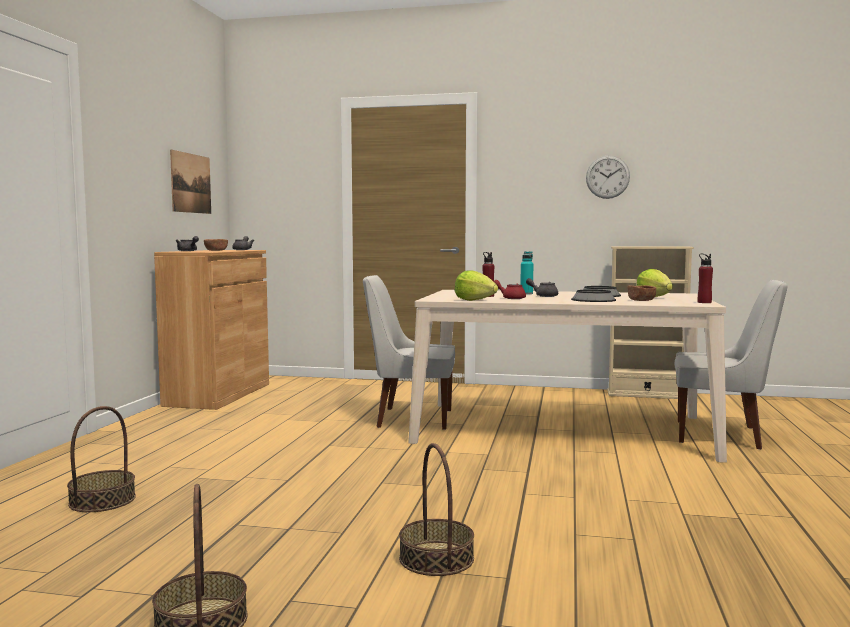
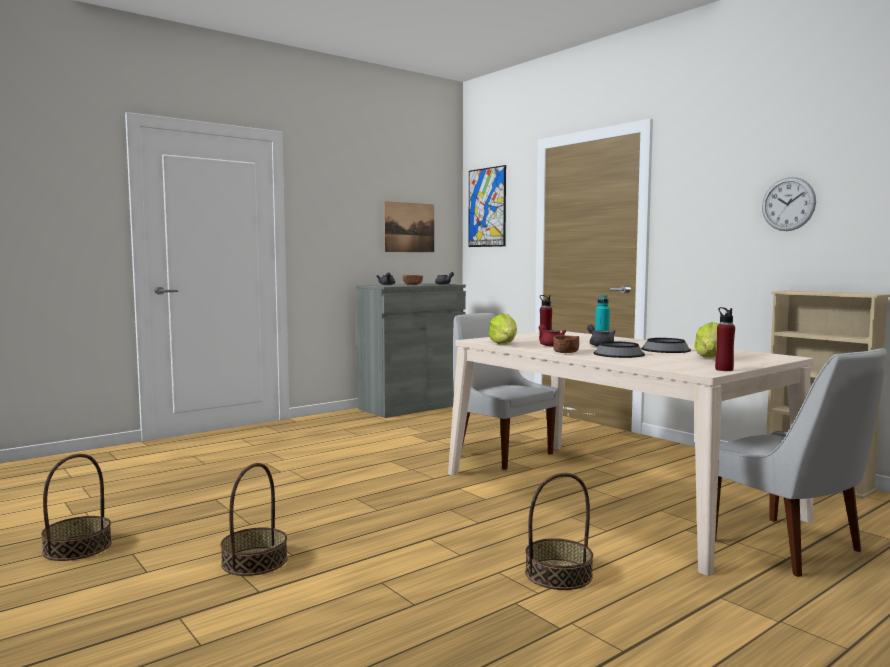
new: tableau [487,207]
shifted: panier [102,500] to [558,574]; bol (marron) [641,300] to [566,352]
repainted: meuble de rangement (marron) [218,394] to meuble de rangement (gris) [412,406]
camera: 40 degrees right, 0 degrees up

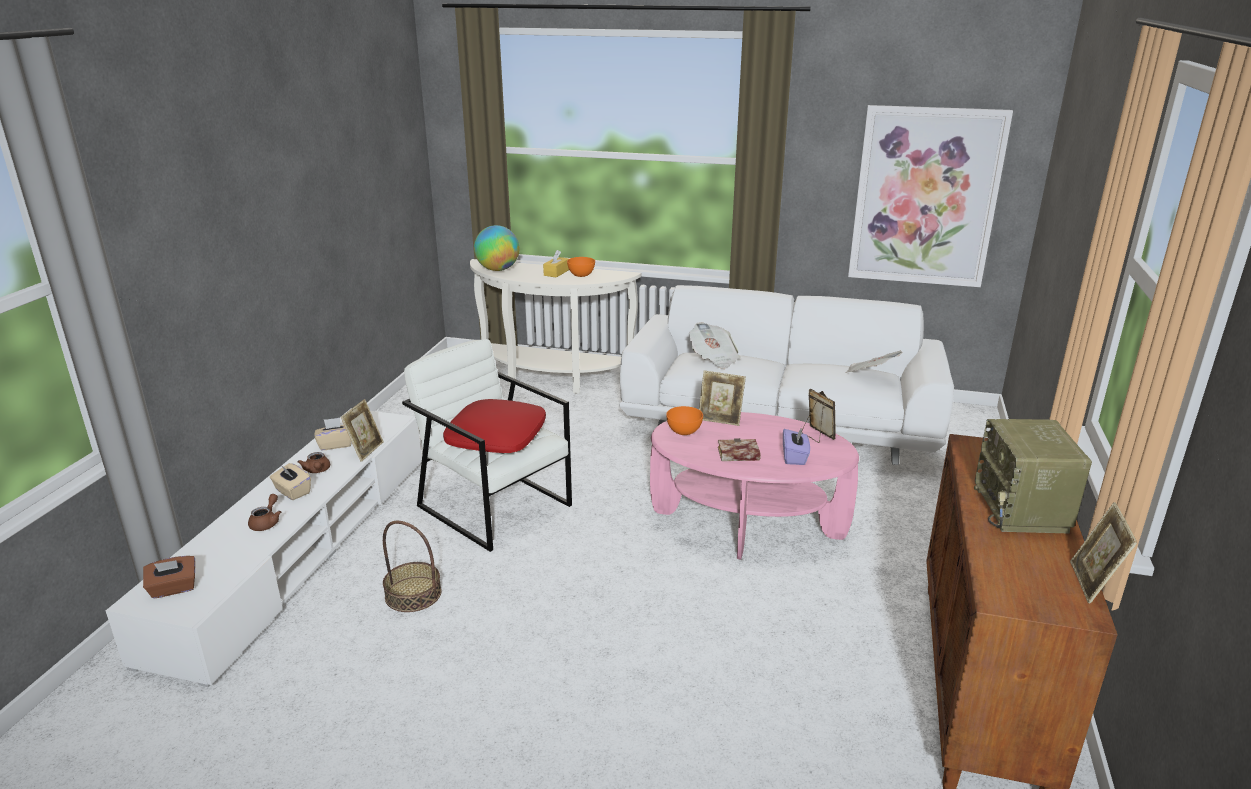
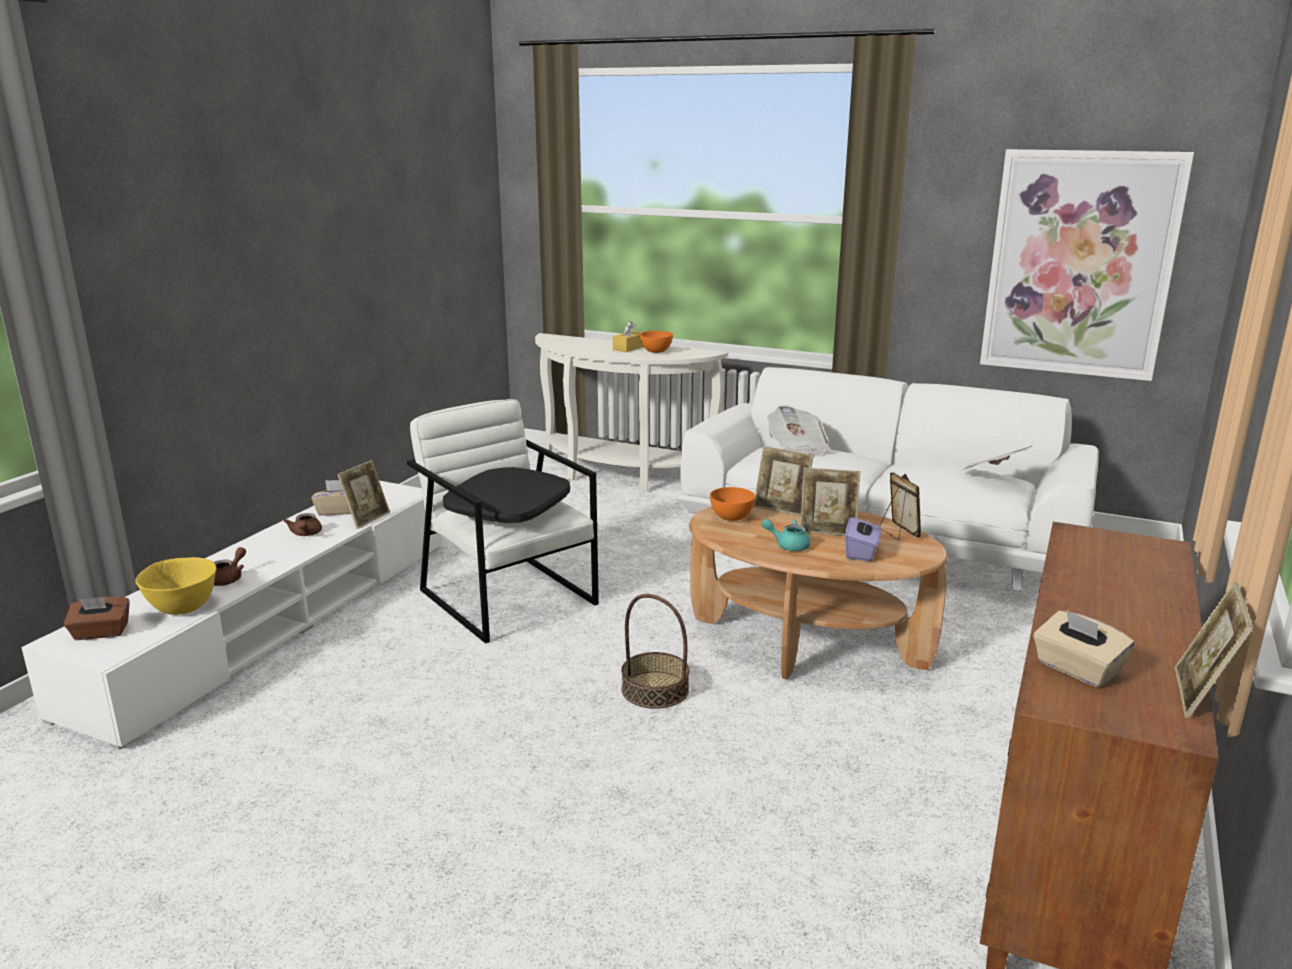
gone: globe [498,269]; radio [1022,510]
new: bol (jaune) [182,607]; cadre photo [828,531]
shifted: boîte à mouchoirs (beige) [292,492] to [1076,669]; panier [413,594] to [655,690]
swapped: livre [736,455] to théière (turquoise) [788,545]
repainted: coussin (rouge) [496,437] to coussin (noir) [508,509]; table basse (rose) [747,525] to table basse (marron) [806,643]
camera: 10 degrees right, 5 degrees down

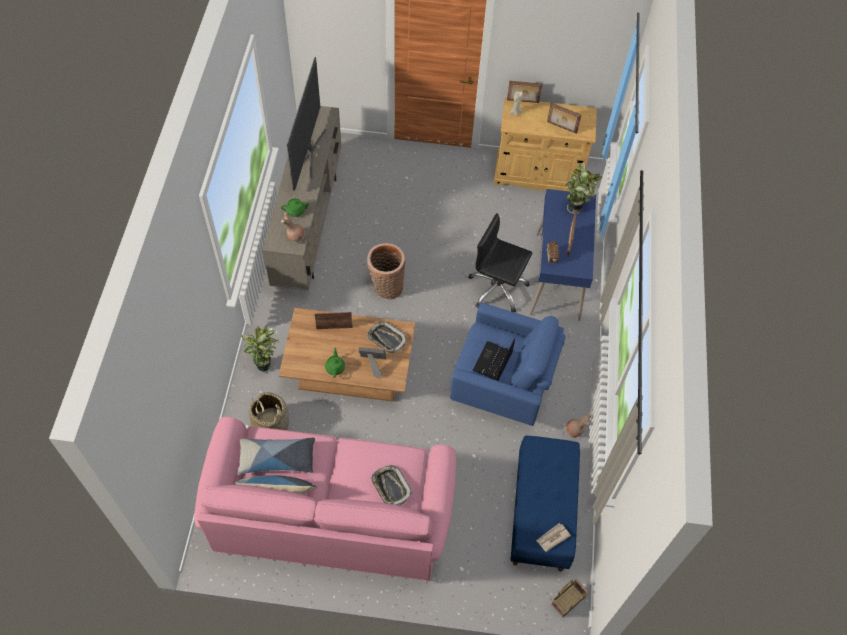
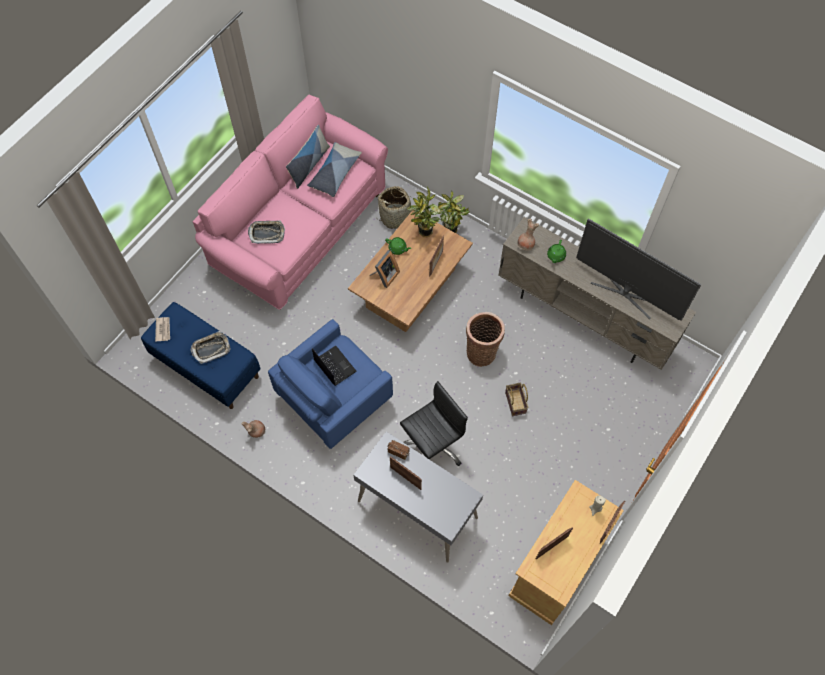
shifted: plateau [386,339] to [211,348]; panier [568,599] to [516,403]; plante en pot [576,208] to [424,233]
repainted: bureau (bleu) [557,276] to bureau (gris) [417,510]
camera: 120 degrees right, 5 degrees up

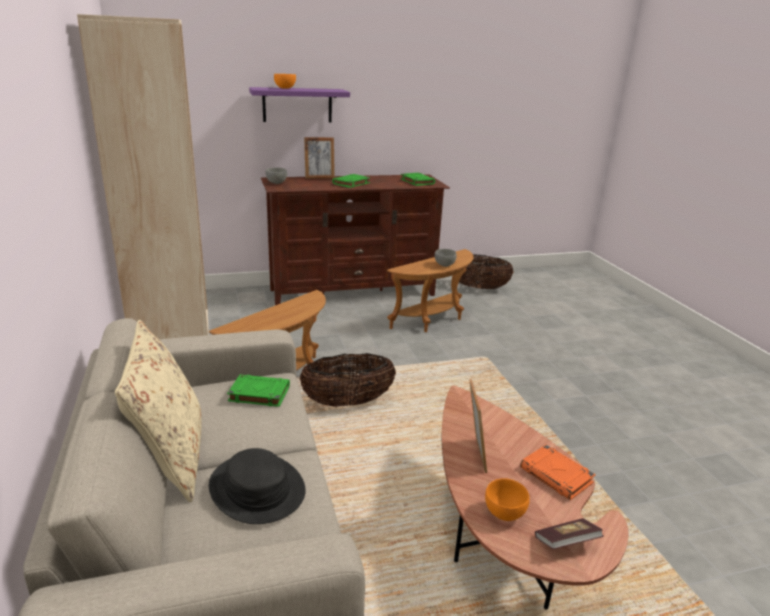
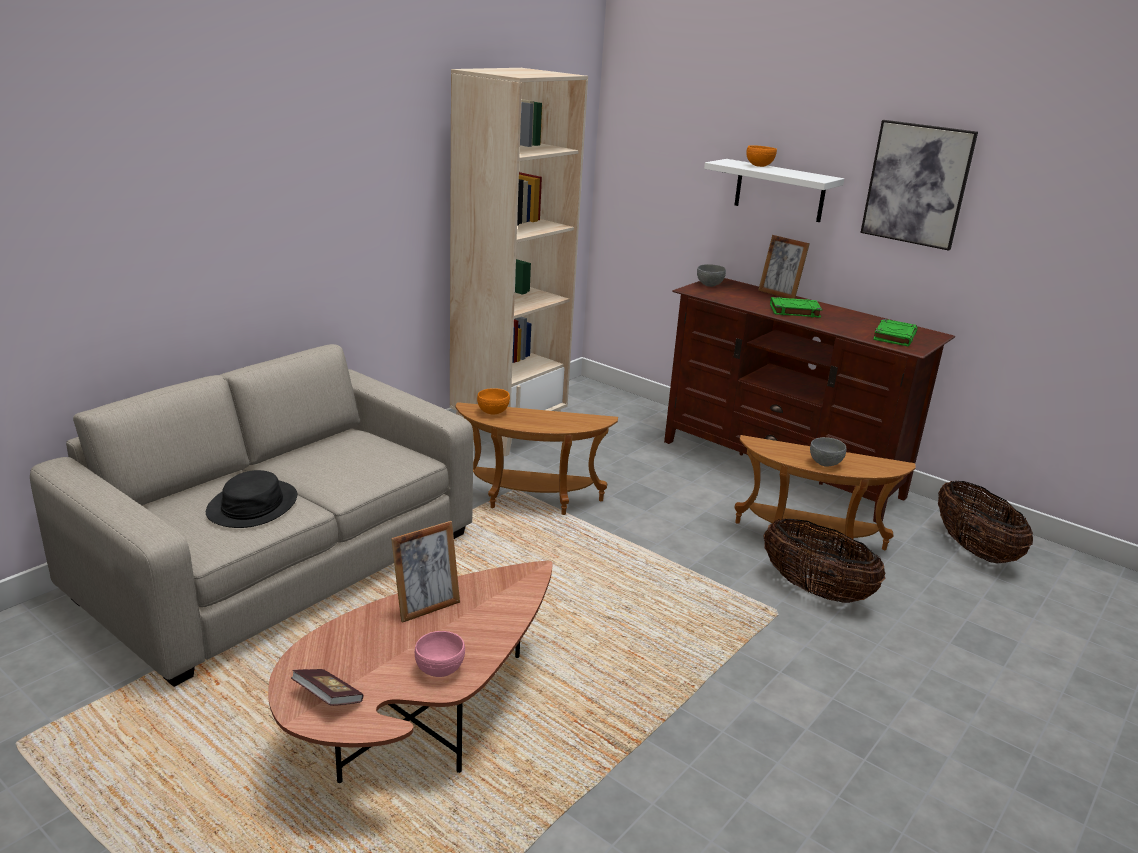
gone: coussin (beige) [171,458]; livre (vert) [258,394]
new: tableau [917,184]
shifted: panier [347,402] to [815,590]; bol (orange) [505,513] to [493,412]
swapped: livre (orange) [557,476] to bol (rose) [440,670]
repainted: étagère (violet) [297,105] to étagère (blanc) [779,191]
camera: 55 degrees right, 0 degrees up

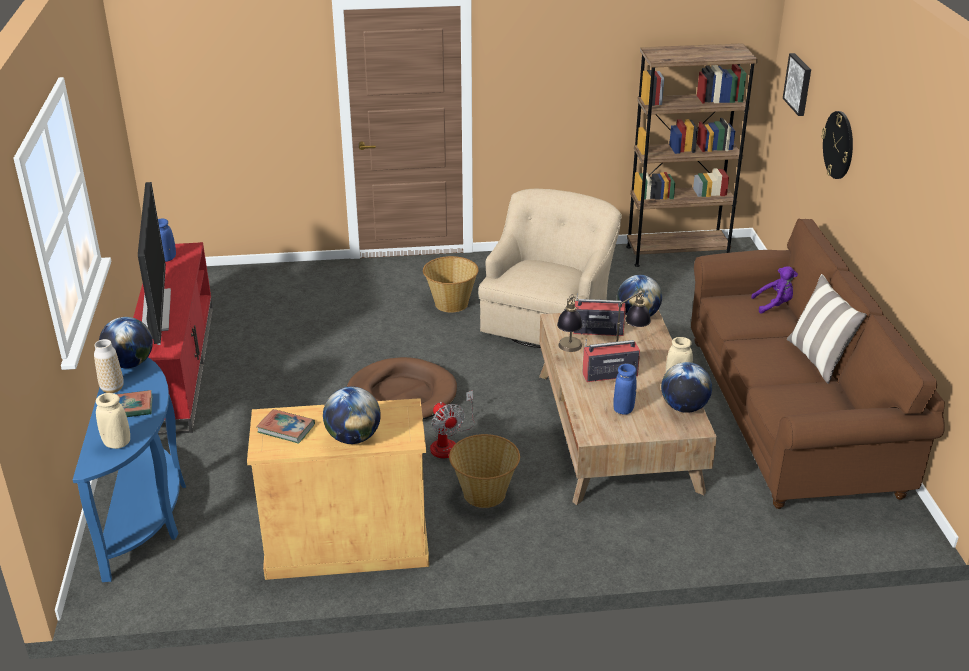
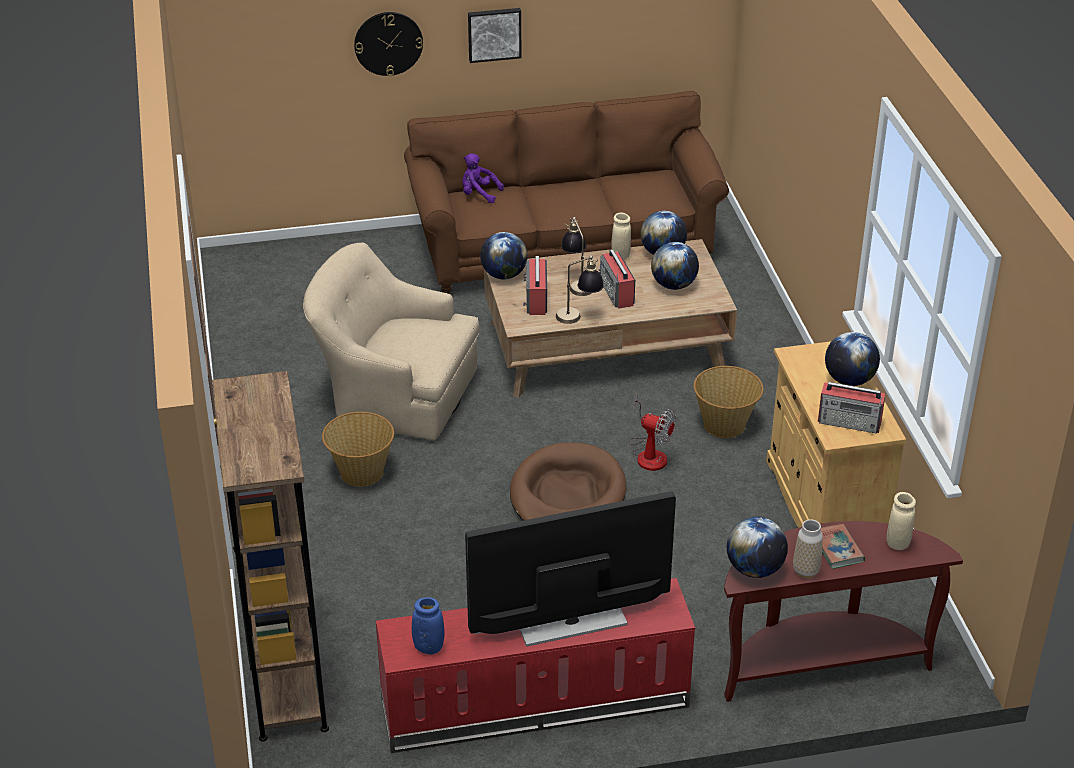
gone: coussin [818,359]
shifted: bibliothèque (marron) [677,253] to [287,679]; tableau [799,84] to [494,34]
swapped: livre [286,429] to radio [850,422]; vase (bleu) [623,409] to globe [673,285]
repainted: table console (bleu) [146,513] to table console (marron) [820,662]
rotated: ventilateur [449,443] = [649,453] 60 degrees clockwise; peluche (violet) [774,305] = [479,194] 60 degrees counterclockwise
camera: 95 degrees left, 5 degrees up

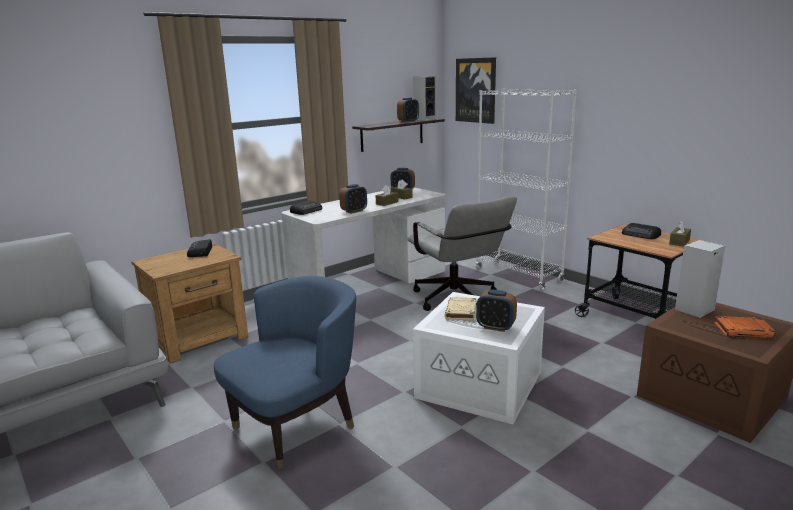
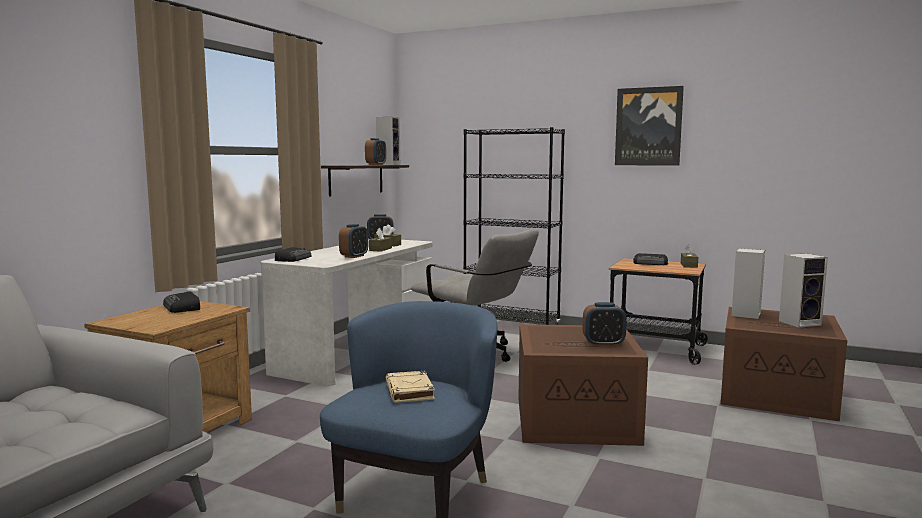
shifted: livre (beige) [461,312] to [410,391]; tableau [476,90] to [648,126]
swapped: livre (orange) [743,330] to enceinte [800,323]
repainted: boîte de rangement (blanc) [481,384] to boîte de rangement (marron) [577,419]; bibliothèque (blanc) [518,276] to bibliothèque (noir) [511,328]
camera: 25 degrees left, 10 degrees down

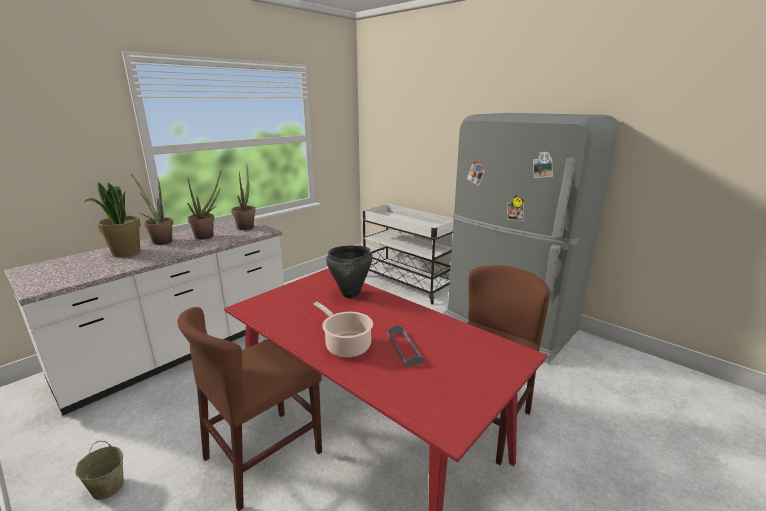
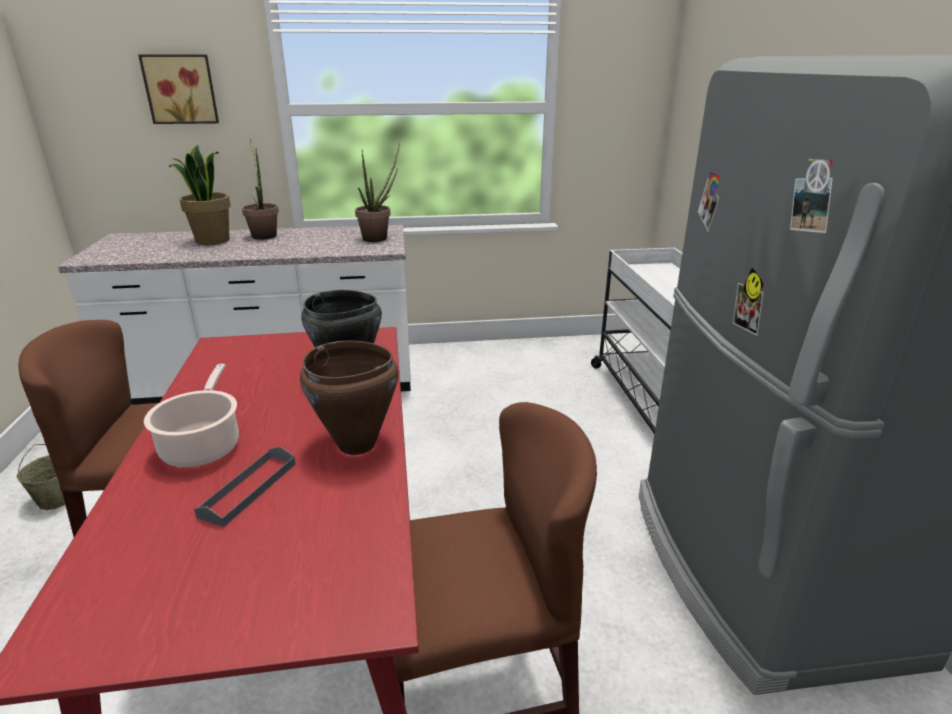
gone: plante en pot [208,235]
new: tableau [181,89]; marmite (marron) [356,445]
camera: 40 degrees right, 5 degrees up

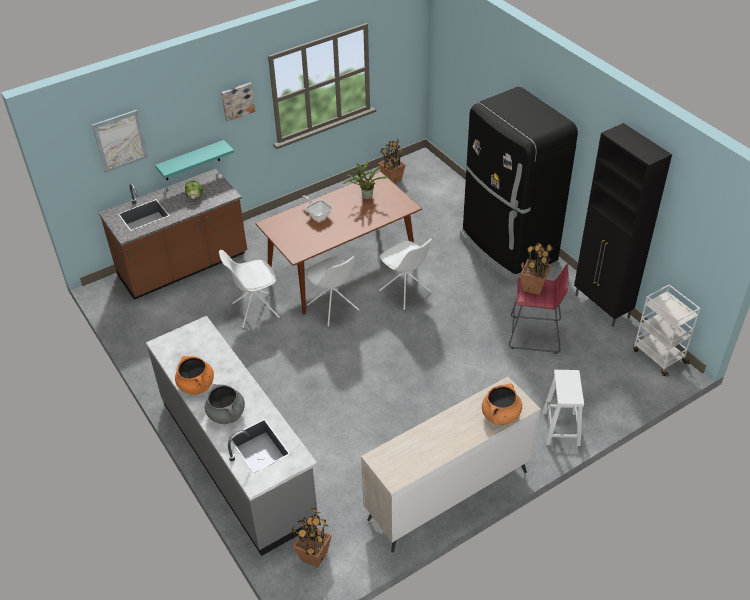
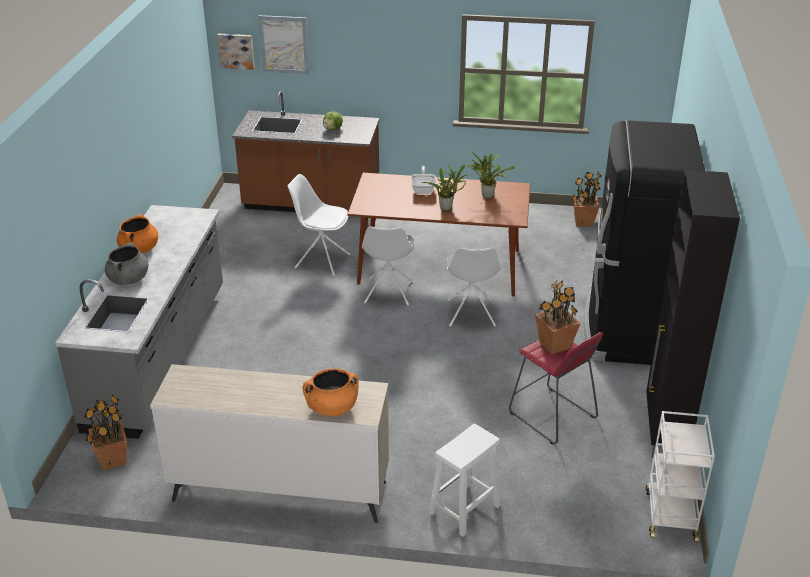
gone: étagère (turquoise) [191,161]
new: plante en pot [447,208]
shifted: tableau [237,101] to [236,50]
camera: 40 degrees right, 10 degrees down

